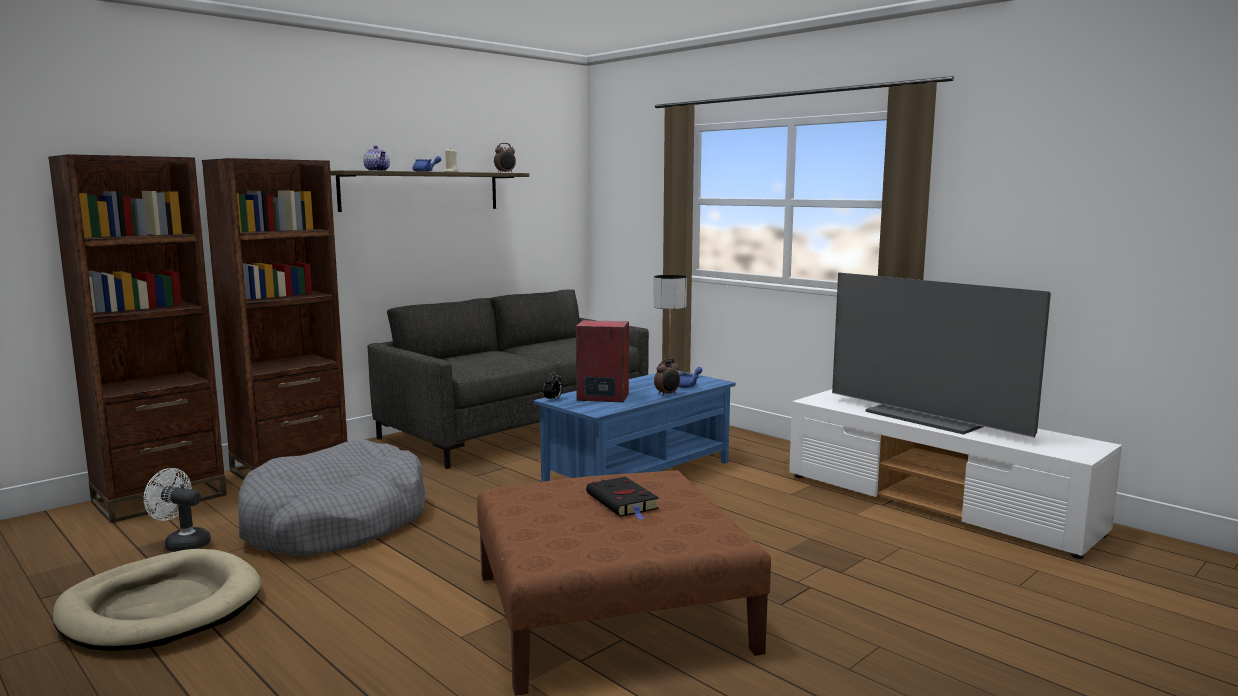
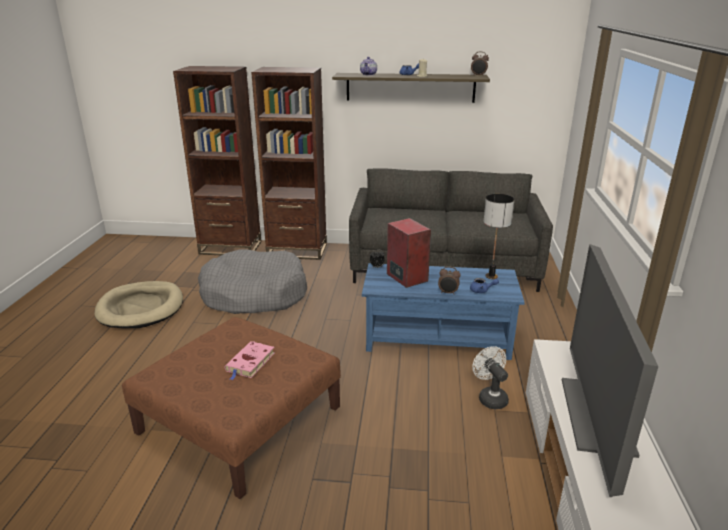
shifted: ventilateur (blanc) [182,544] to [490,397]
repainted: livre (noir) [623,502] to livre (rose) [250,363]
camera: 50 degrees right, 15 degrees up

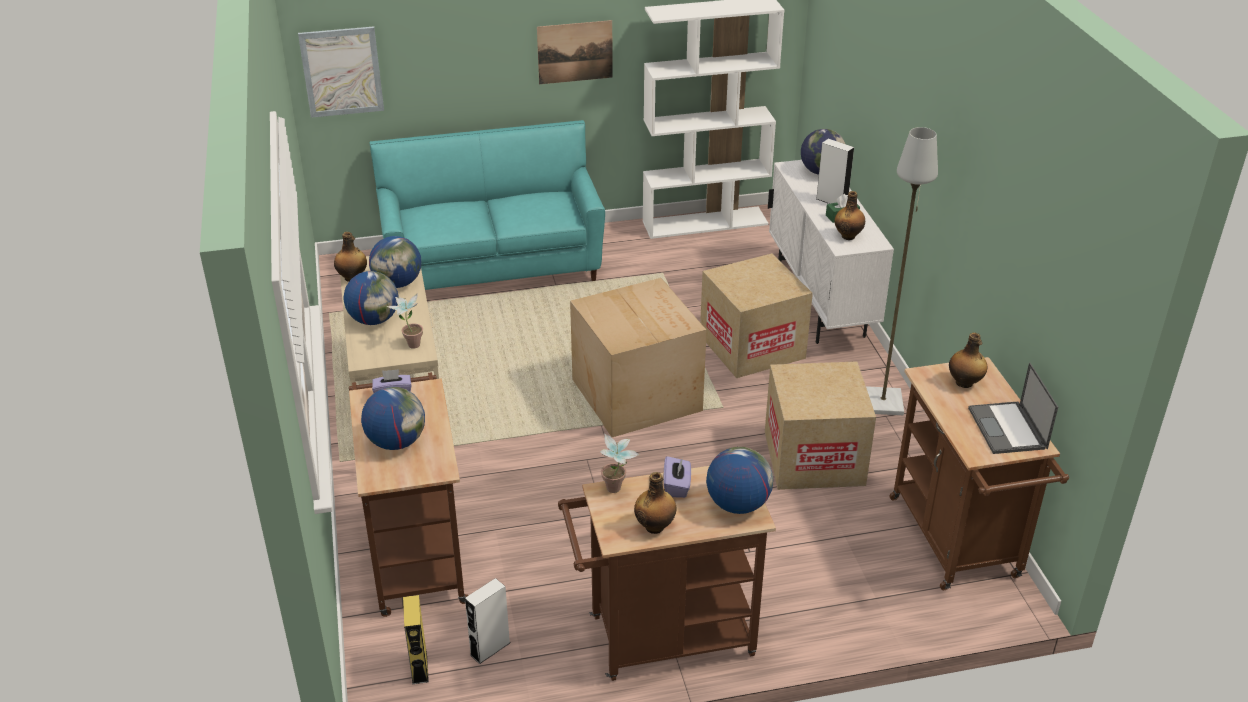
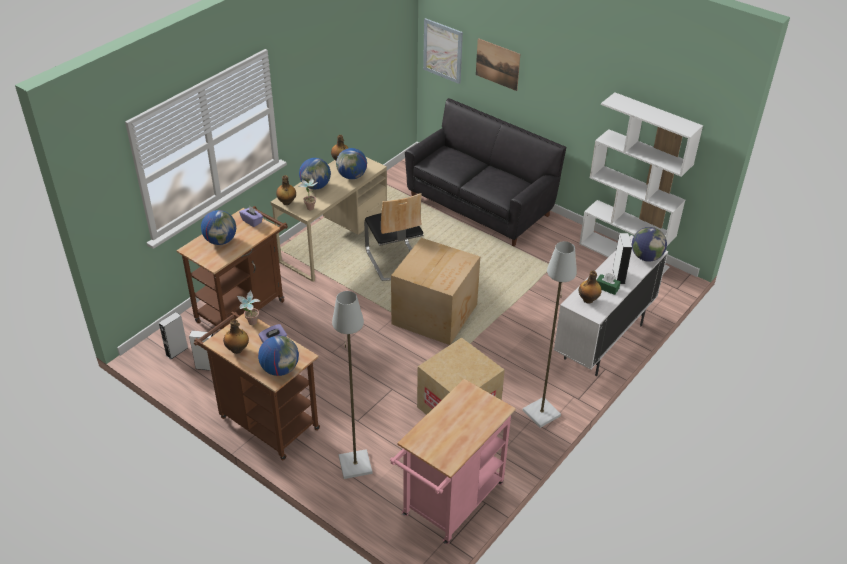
gone: carton [752,346]; ordinateur portable [1008,429]
new: lampadaire (gris) [355,465]; chaise [394,261]
shifted: tableau [575,52] to [497,64]; bouteille [964,383] to [287,202]
repainted: canapé (turquoise) [493,266] to canapé (noir) [480,206]; enceinte (jaune) [419,667] to enceinte (gris) [177,351]; chariot (marron) [958,544] to chariot (rose) [449,504]
camera: 50 degrees right, 5 degrees up

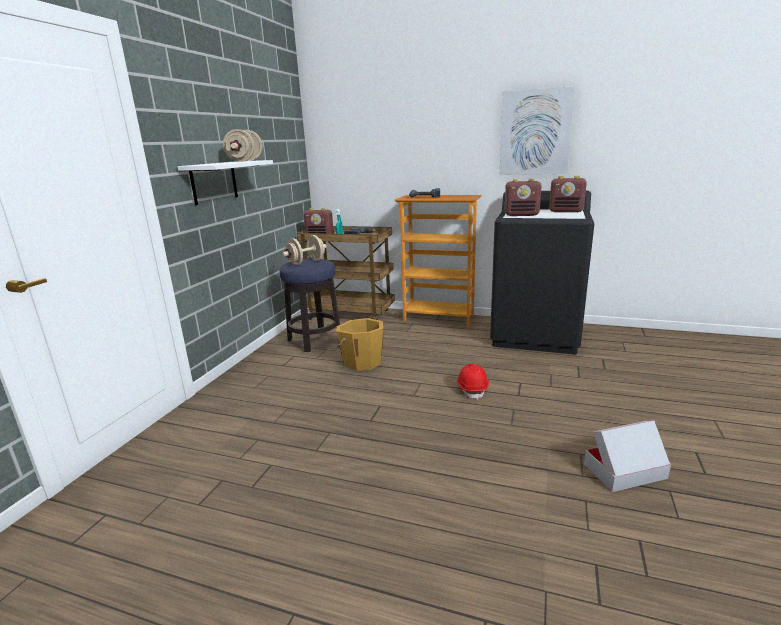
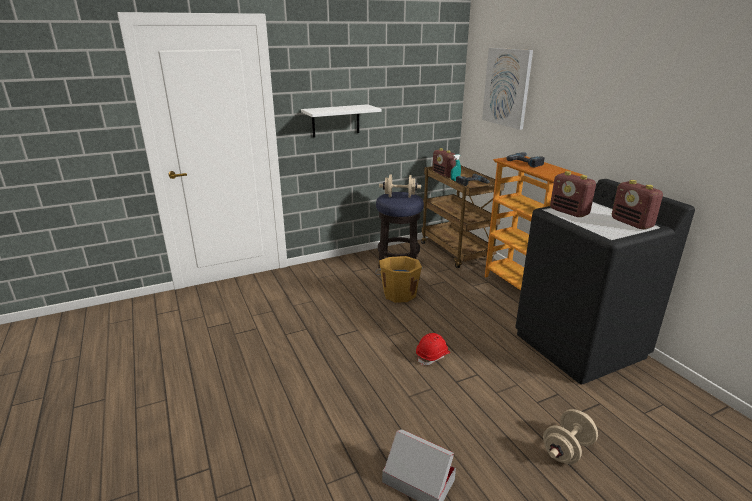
shifted: haltère (beige) [245,161] to [567,449]; tableau [535,133] to [507,87]
camera: 45 degrees right, 5 degrees up

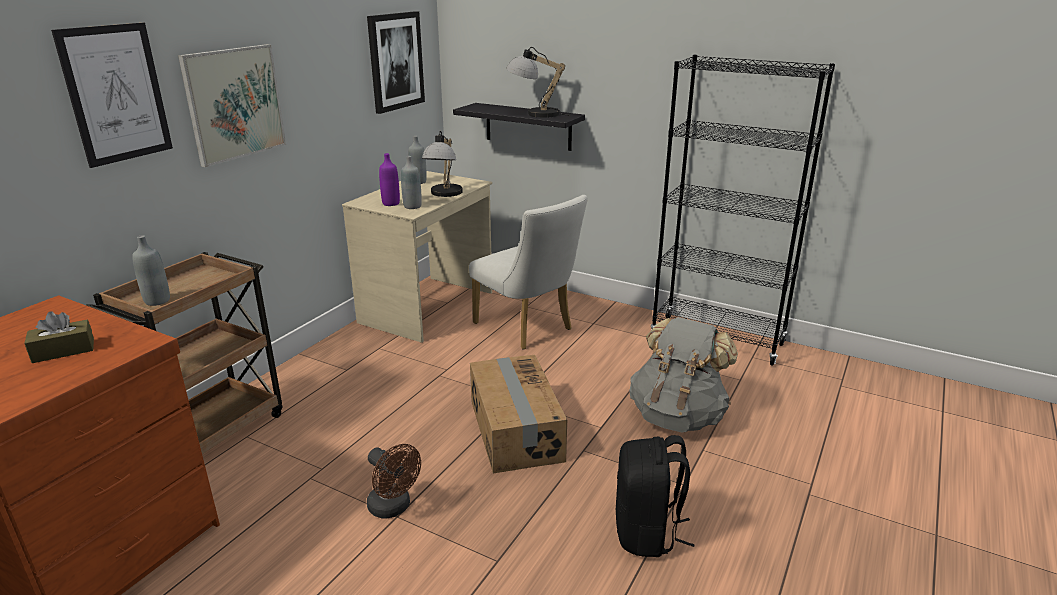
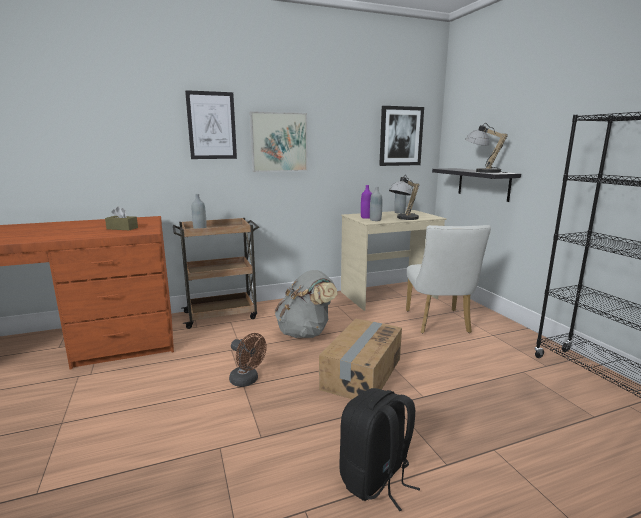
shifted: sac à dos (gris) [677,416] to [306,332]
rotated: ventilateur (marron) [393,508] = [247,381] 45 degrees counterclockwise
camera: 40 degrees right, 10 degrees down

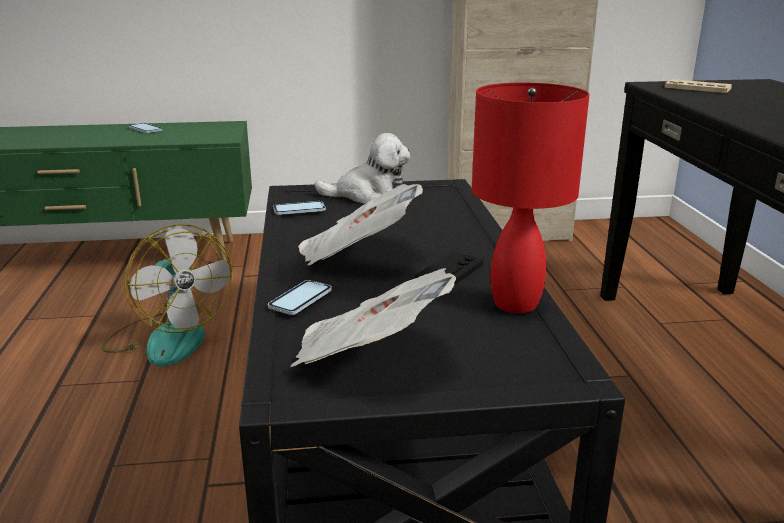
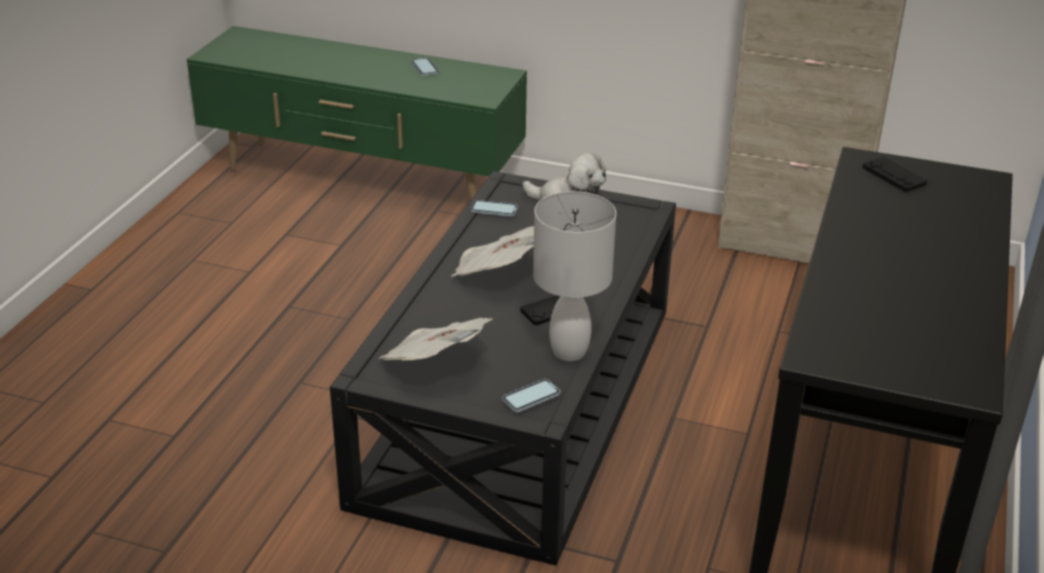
gone: ventilateur [168,338]
shifted: téléphone [300,299] to [531,397]
repainted: lampe de table (rouge) [514,304] to lampe de table (blanc) [568,352]; manette (beige) [697,88] to manette (noir) [894,176]
camera: 25 degrees right, 10 degrees up

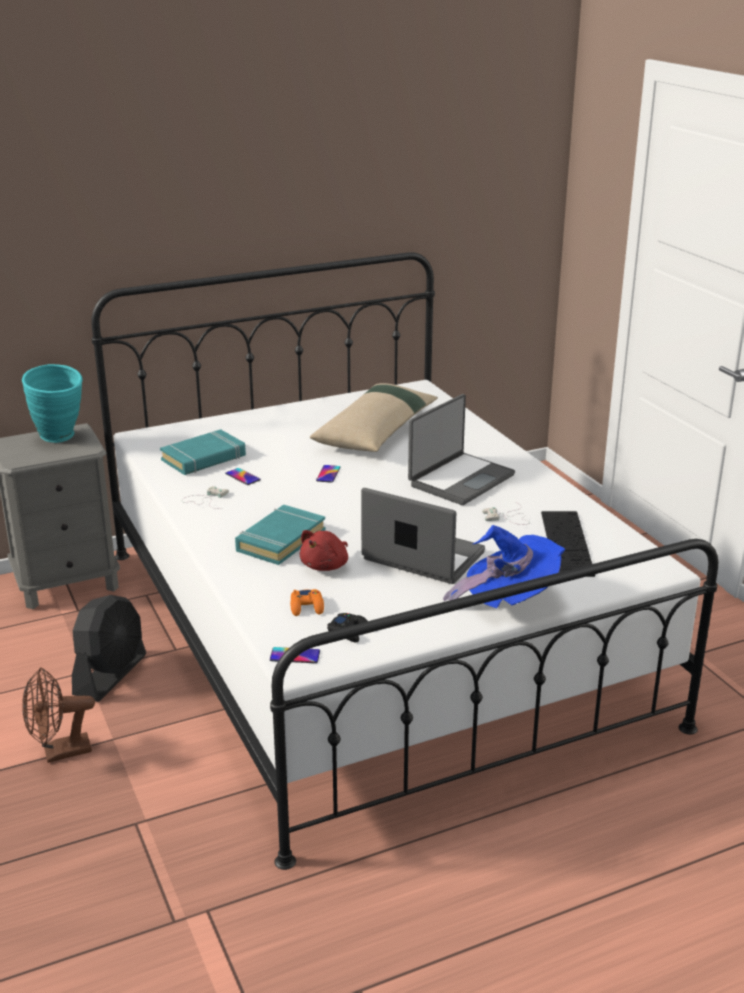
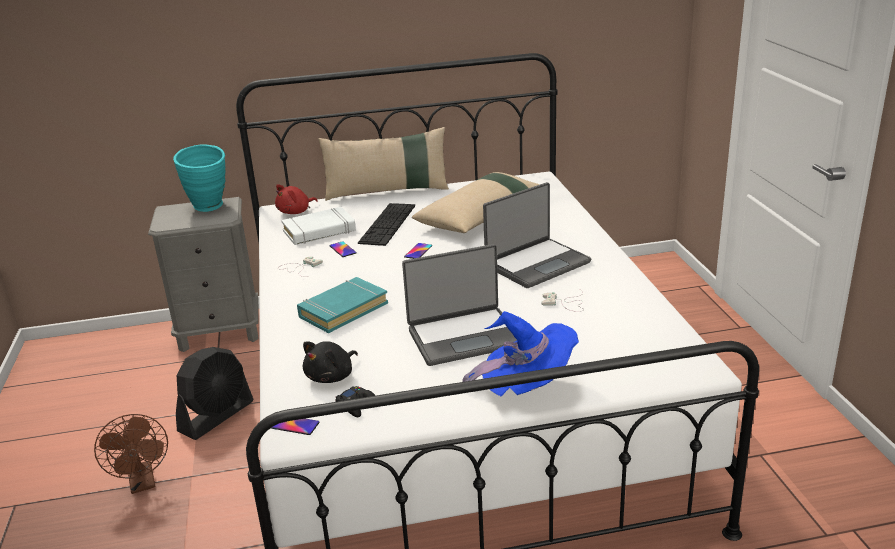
new: coussin (beige) [387,191]
shifted: peluche (rouge) [326,565] to [295,212]; clavier [566,543] to [387,224]
swapped: manette (orange) [307,607] to peluche (noir) [332,376]
repainted: livre (turquoise) [204,458] to livre (blanc) [319,231]
rotated: ventilateur (marron) [59,753] = [143,483] 105 degrees counterclockwise; ordinateur portable [422,557] = [464,336] 120 degrees clockwise
camera: 15 degrees right, 0 degrees up

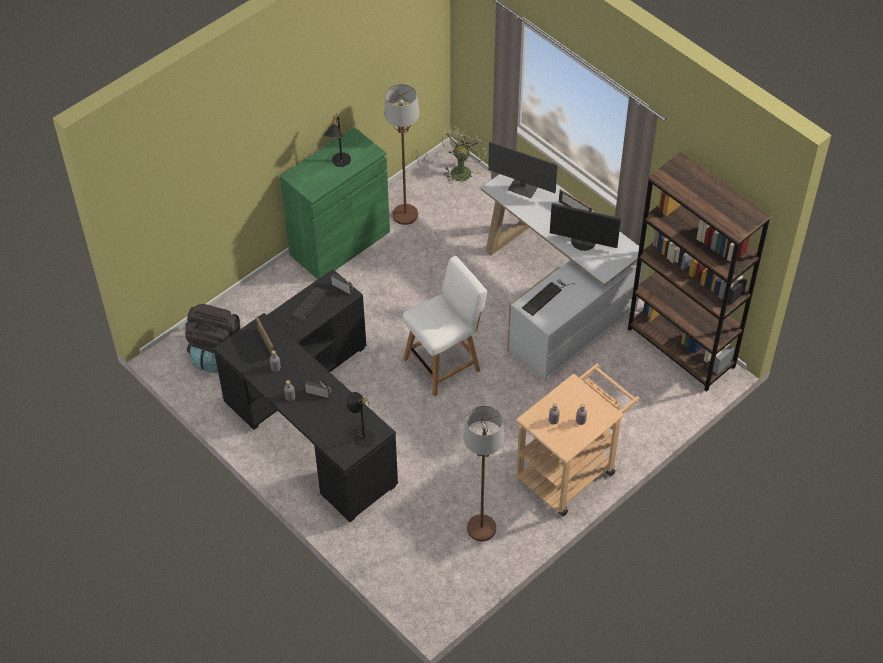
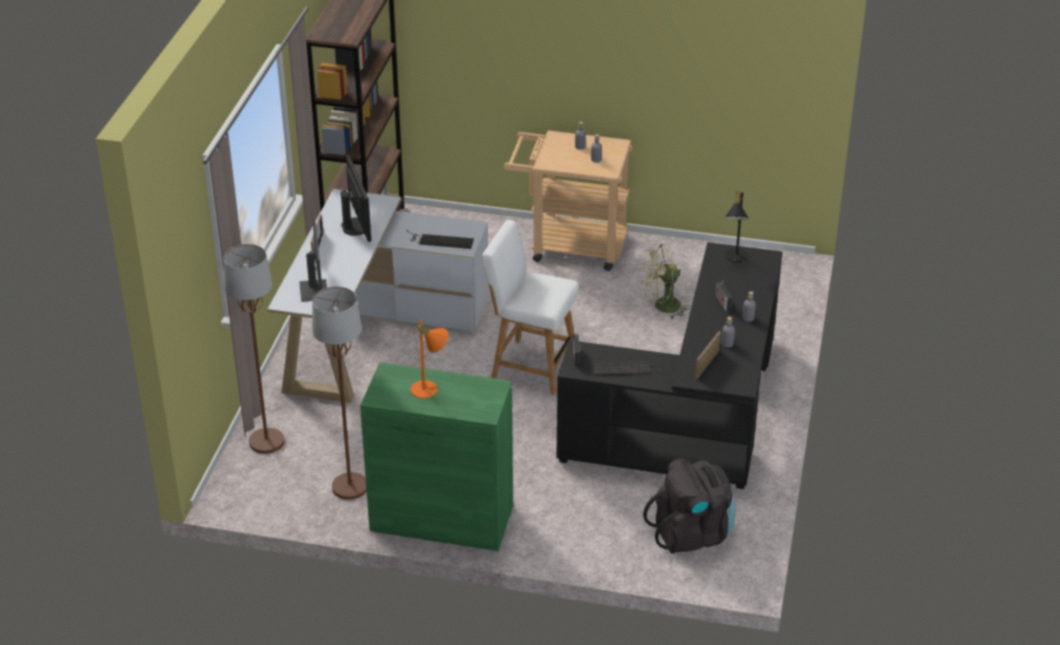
shifted: ventilateur (vert) [461,170] to [662,307]; lampadaire (marron) [481,528] to [267,442]
repainted: lampe de table (noir) [339,162] to lampe de table (orange) [429,389]
camera: 125 degrees left, 15 degrees down

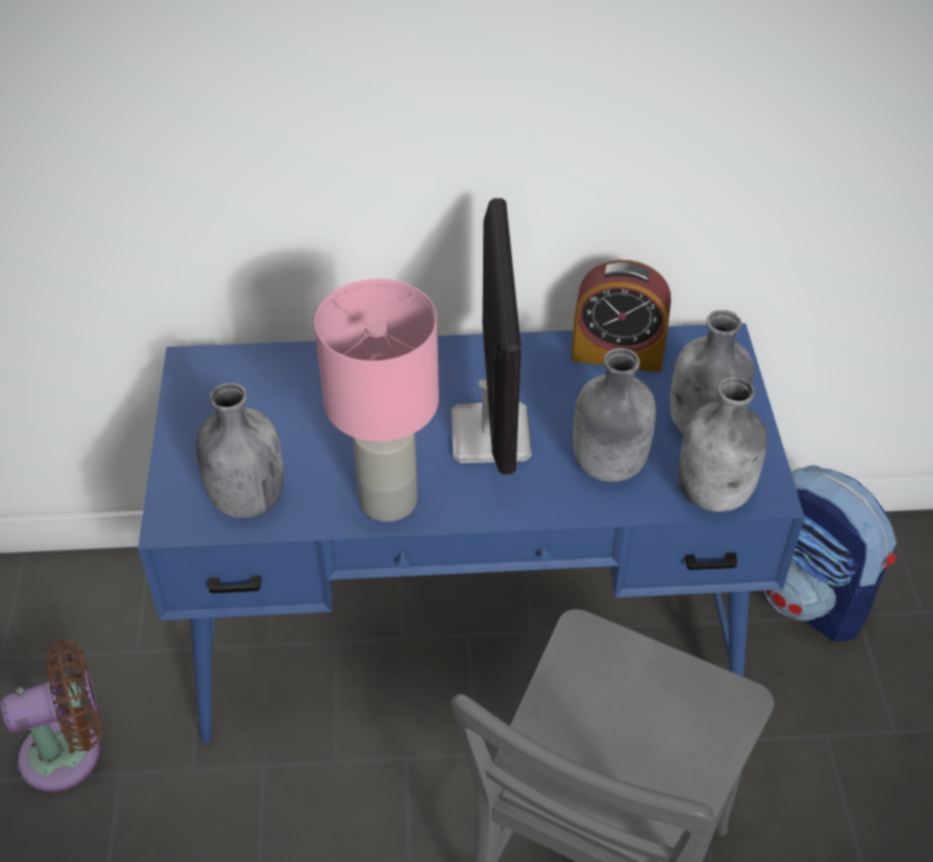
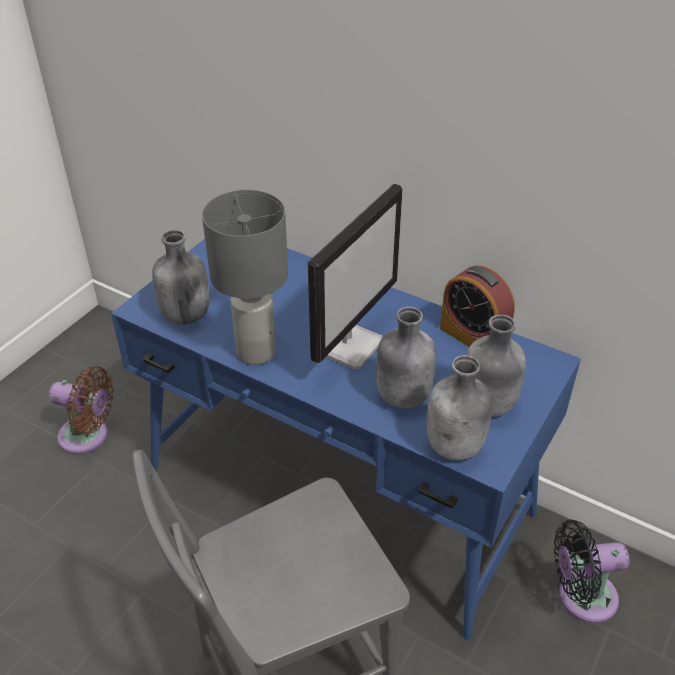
swapped: sac à dos [809,597] to ventilateur (noir) [581,597]
repainted: lampe de table (rose) [386,501] to lampe de table (gris) [255,351]
camera: 35 degrees right, 5 degrees down

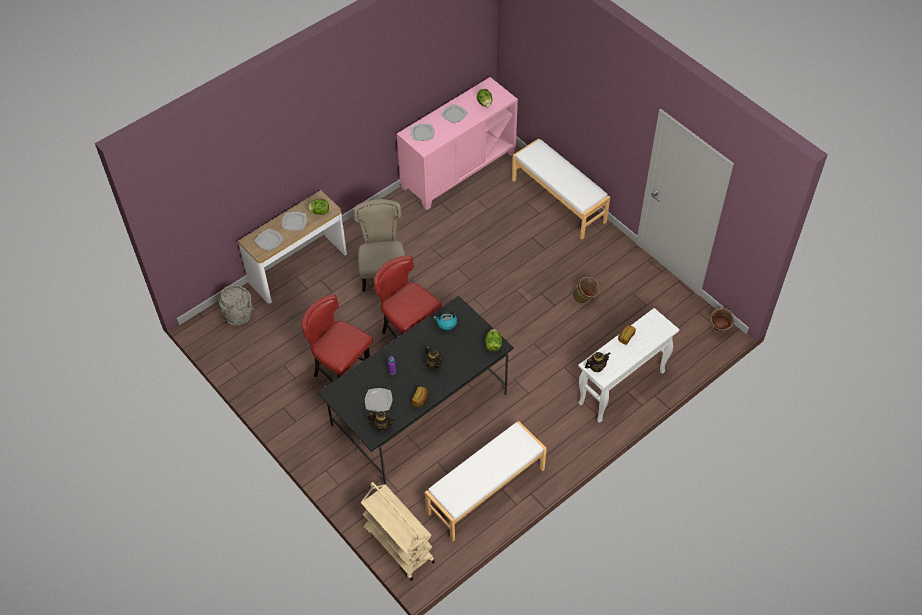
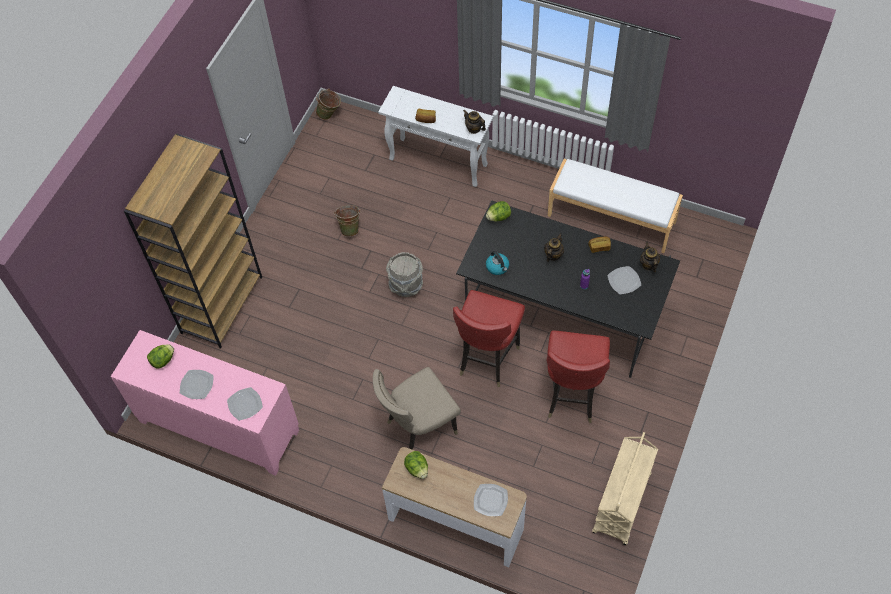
gone: assiette [294,222]
shifted: seau (gris) [239,315] to [406,285]; chariot (beige) [398,545] to [622,504]
swapped: banc (blanc) [559,200] to bibliothèque (marron) [222,304]
camera: 115 degrees left, 5 degrees up

